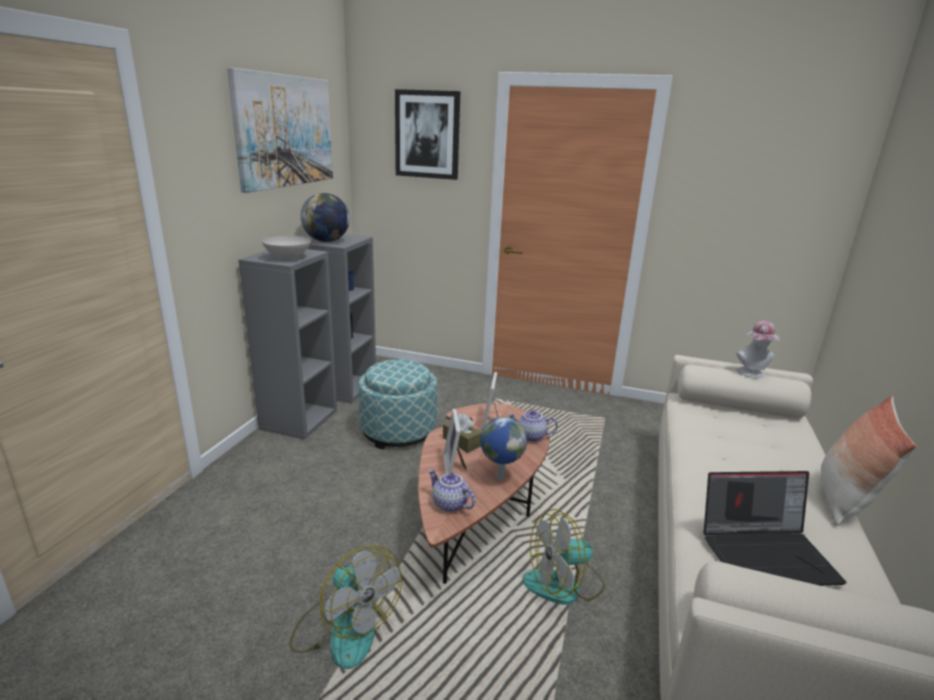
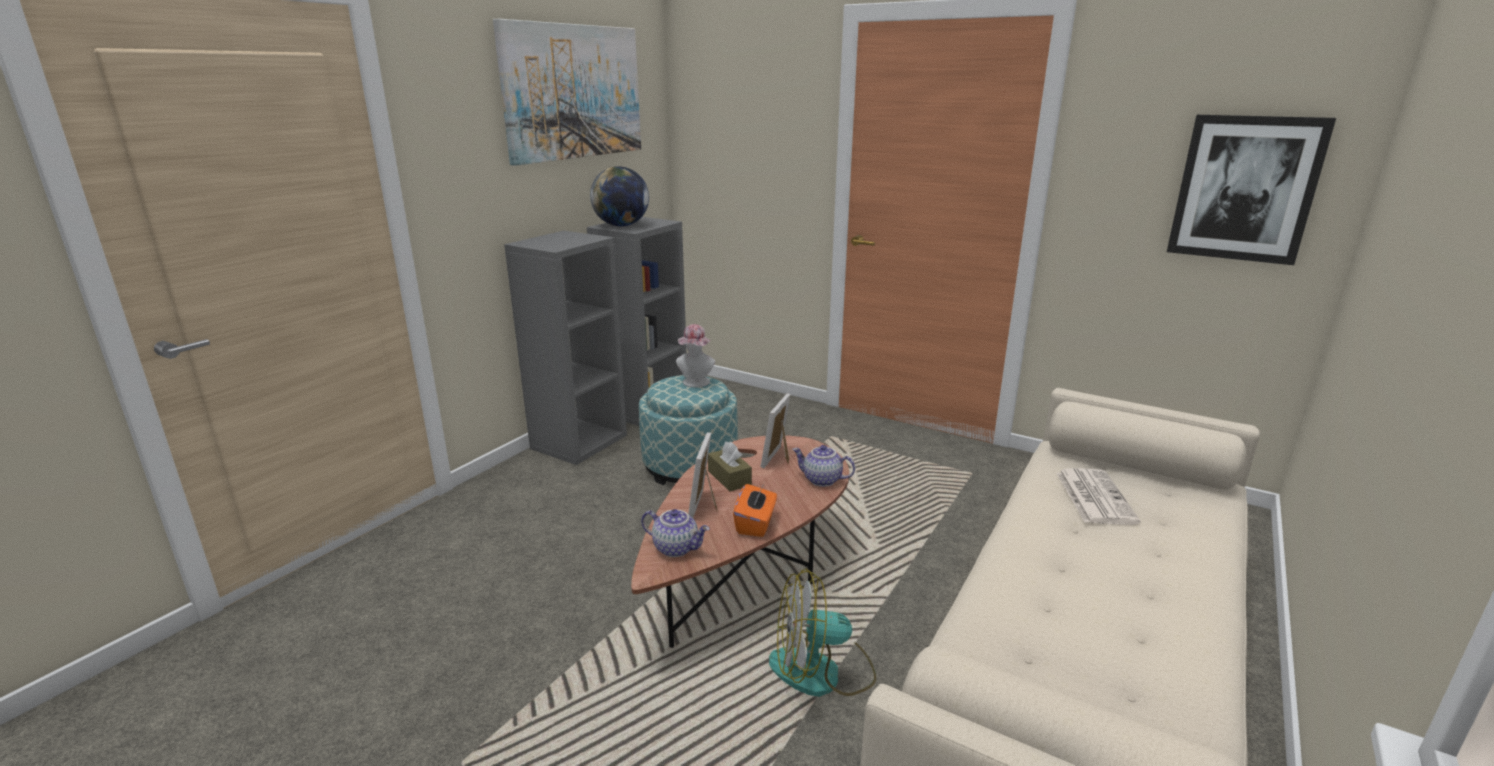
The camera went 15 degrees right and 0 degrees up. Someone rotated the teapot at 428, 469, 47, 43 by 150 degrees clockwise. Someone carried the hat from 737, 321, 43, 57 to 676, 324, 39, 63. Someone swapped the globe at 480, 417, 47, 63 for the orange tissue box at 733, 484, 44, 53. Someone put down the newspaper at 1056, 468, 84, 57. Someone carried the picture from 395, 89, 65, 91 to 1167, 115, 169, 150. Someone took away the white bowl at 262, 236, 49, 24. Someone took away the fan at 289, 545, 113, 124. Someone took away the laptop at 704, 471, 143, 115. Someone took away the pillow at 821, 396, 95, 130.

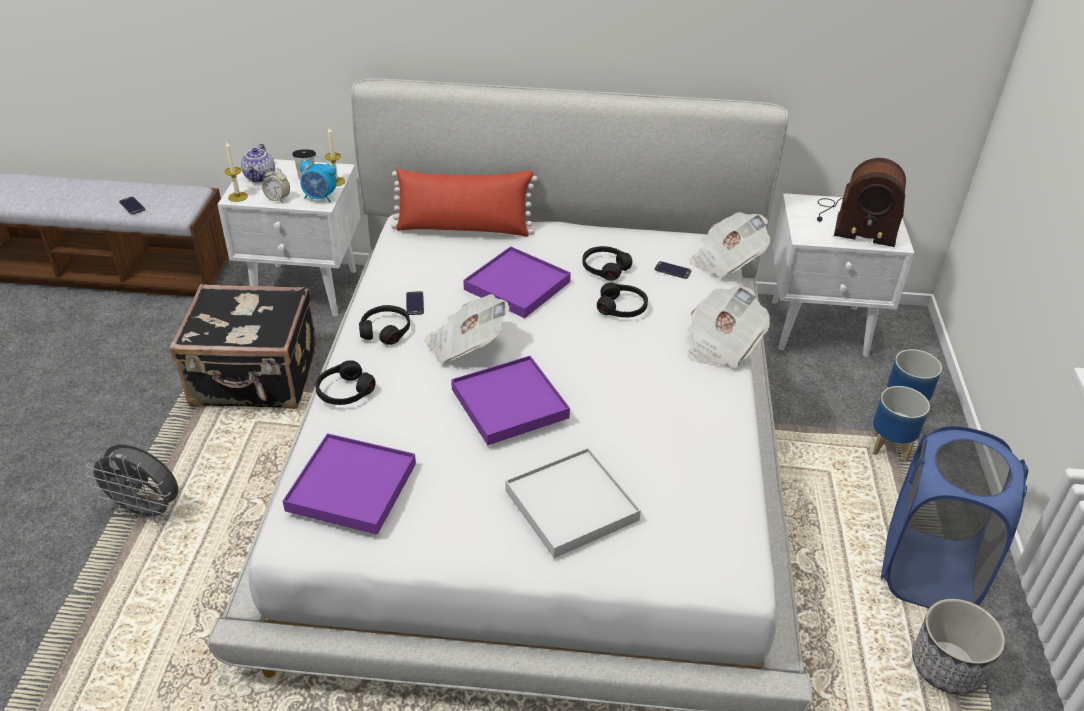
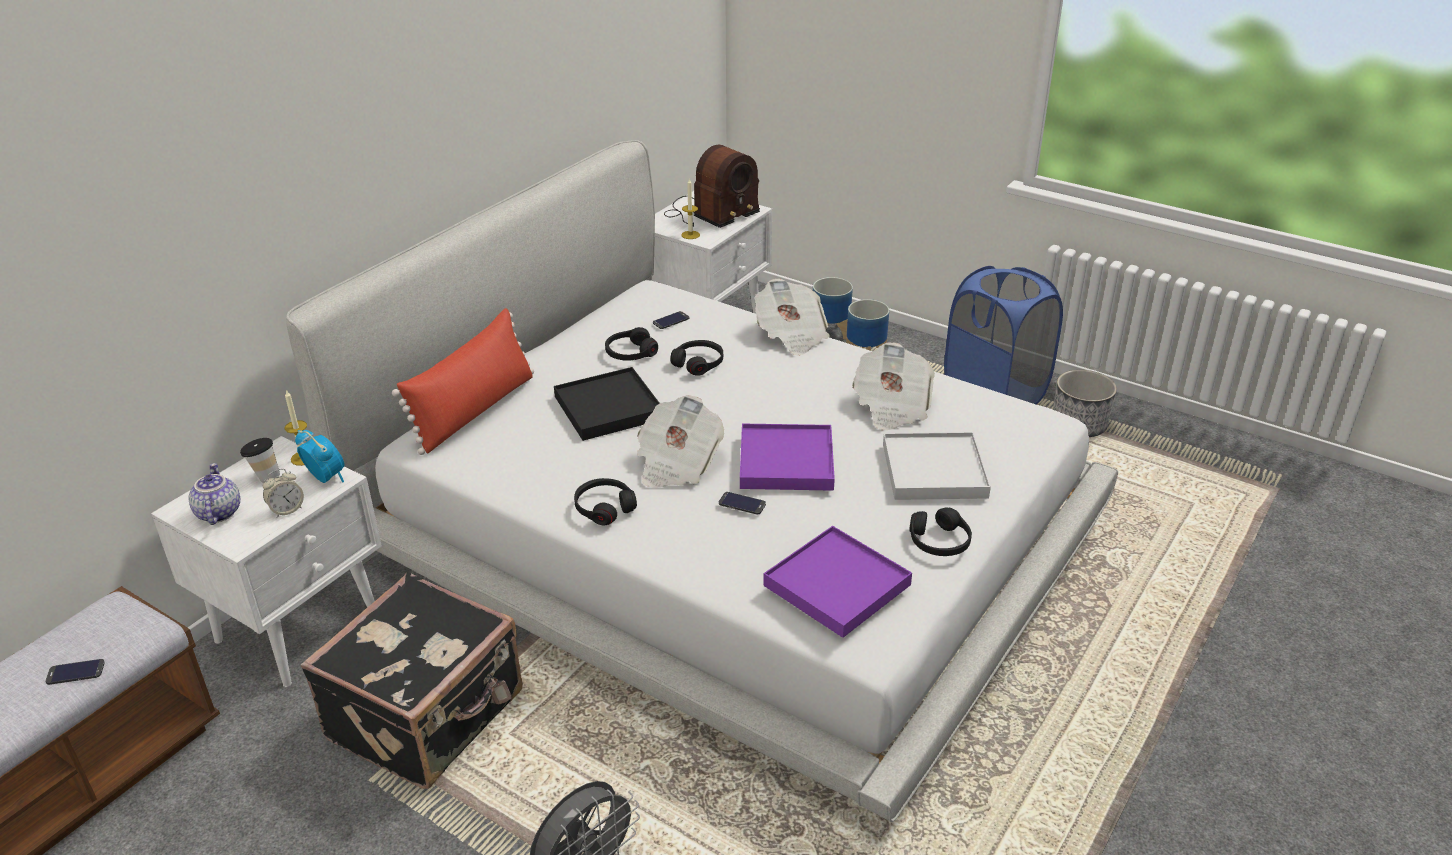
The camera went 60 degrees left and 5 degrees down. Someone rotated the teapot at 241, 144, 34, 38 by 135 degrees counterclockwise. Someone rotated the alarm clock at 300, 156, 37, 47 by 90 degrees counterclockwise. Someone repainted the purple tray at 463, 246, 108, 72, which became the black tray at 554, 367, 106, 74. Someone carried the candle from 224, 142, 24, 60 to 681, 179, 19, 60. Someone carried the phone from 406, 291, 18, 24 to 719, 492, 47, 22. Someone carried the newspaper from 690, 212, 81, 65 to 852, 343, 83, 87. Someone carried the black headphones from 315, 360, 61, 45 to 909, 507, 63, 49.

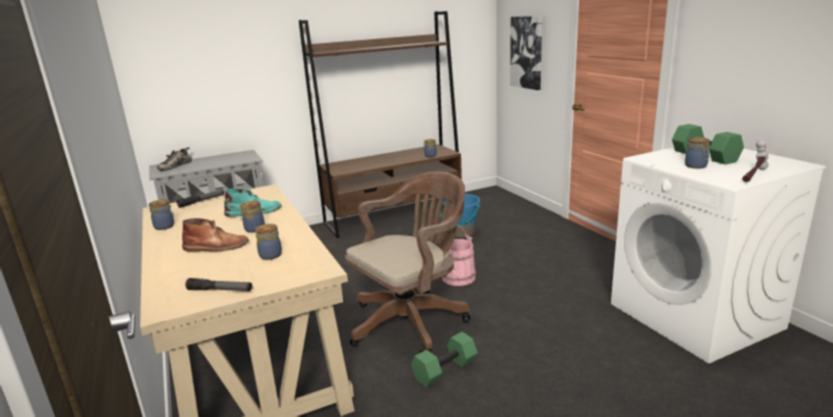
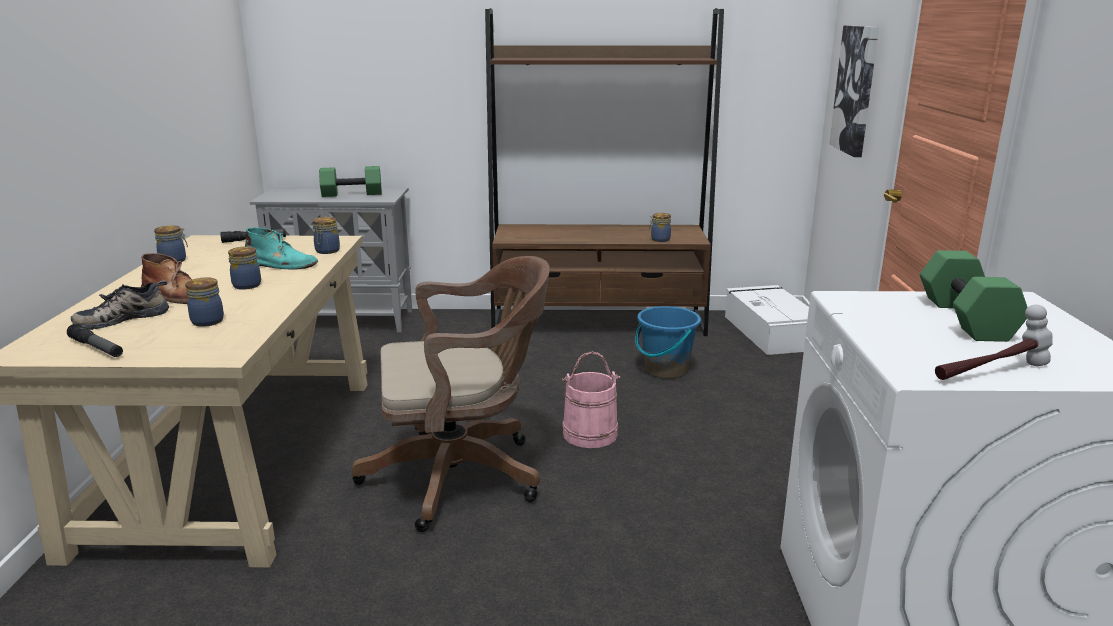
The camera went 25 degrees right and 0 degrees up. Someone carried the shoe from 157, 147, 35, 24 to 71, 280, 98, 50. Someone carried the jar from 685, 137, 25, 32 to 313, 217, 27, 37. Someone carried the green dumbbell from 411, 332, 67, 55 to 319, 166, 63, 31. Someone put down the white storage box at 725, 285, 84, 70.

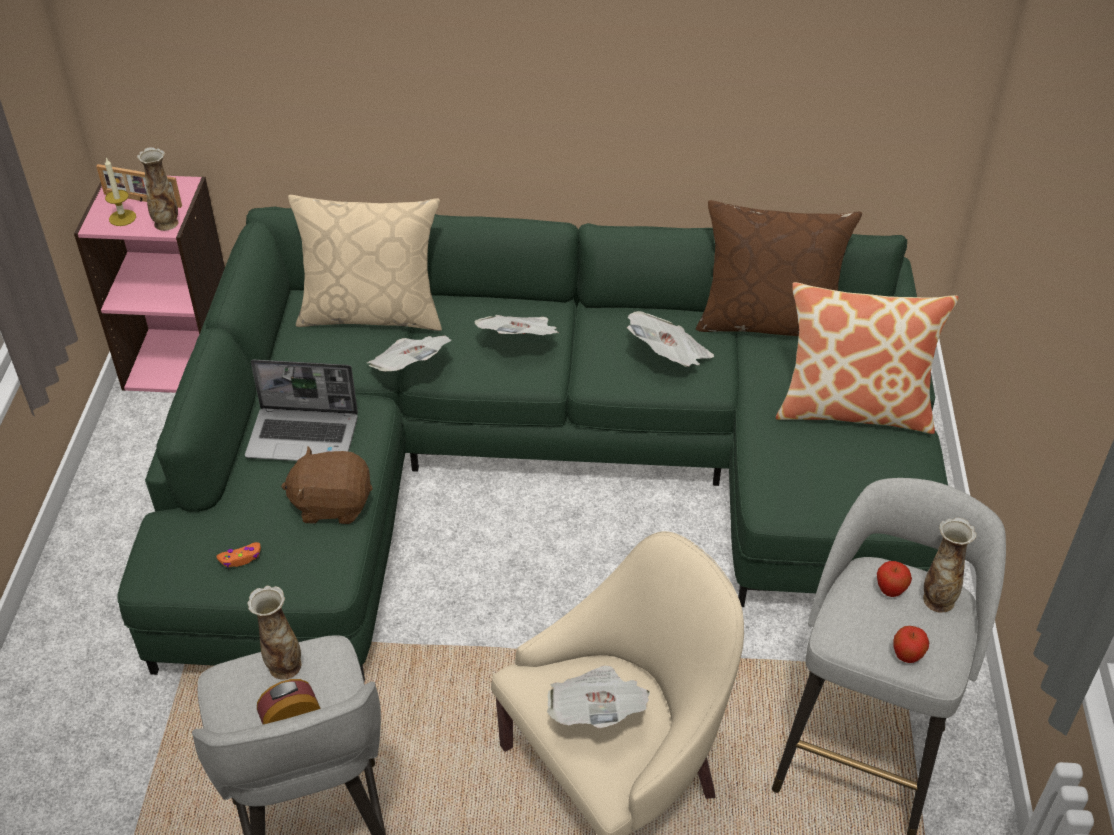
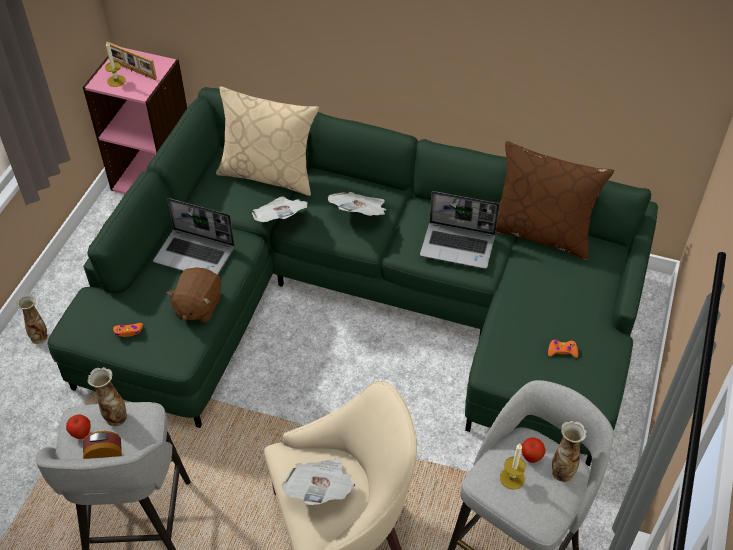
The camera went 15 degrees right and 5 degrees up. Someone carried the vase from 137, 147, 41, 84 to 16, 294, 32, 50. Someone carried the apple from 893, 626, 36, 37 to 66, 414, 25, 25. Someone rotated the brown plush toy at 281, 446, 92, 78 by 90 degrees counterclockwise. Someone swapped the newspaper at 627, 311, 87, 56 for the laptop at 420, 191, 80, 78. Someone put down the candle at 500, 444, 26, 46. Someone put down the orange game controller at 548, 340, 30, 18. Someone took away the pillow at 776, 282, 183, 152.

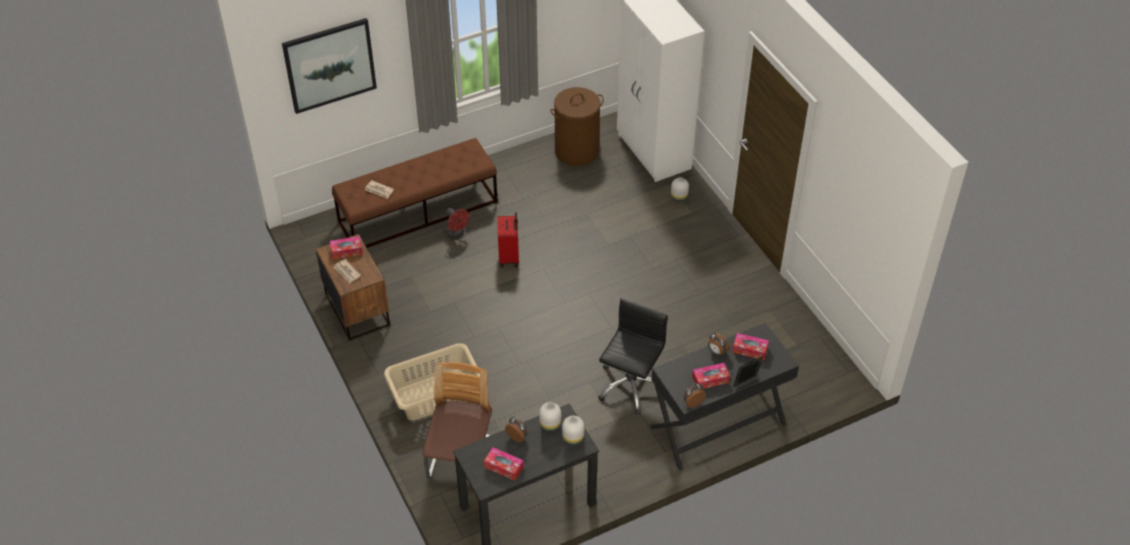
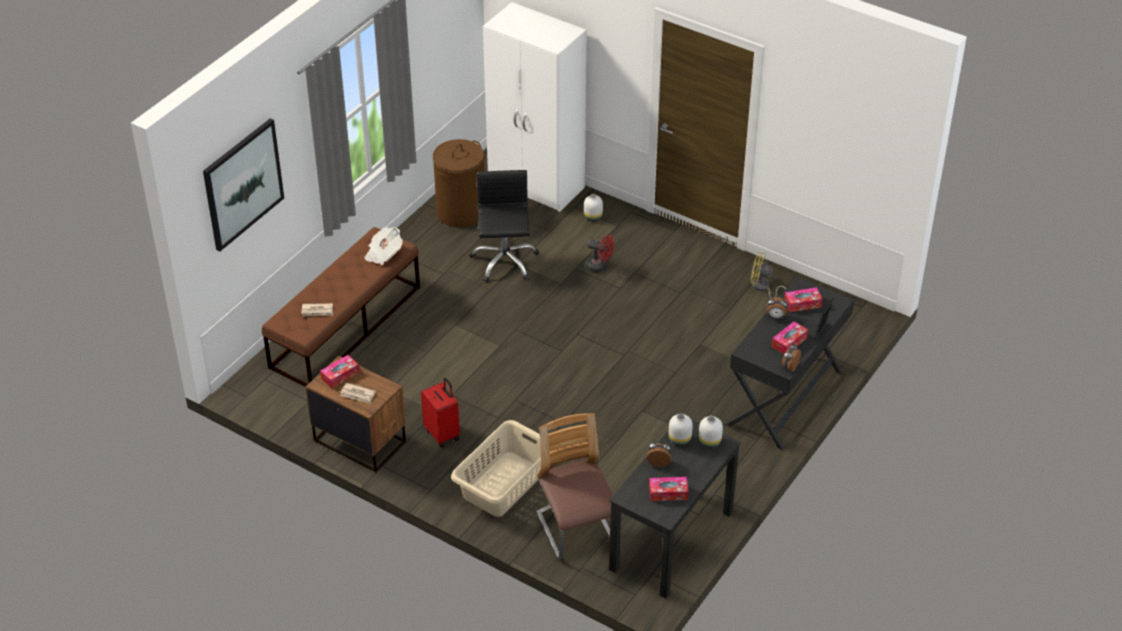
The camera went 30 degrees left and 5 degrees down. Someone put down the newspaper at 364, 227, 39, 38. Someone carried the red suitcase from 497, 212, 22, 55 to 421, 377, 39, 71. Someone carried the black office chair from 598, 298, 70, 117 to 469, 170, 70, 112. Someone carried the red fan from 445, 208, 25, 31 to 586, 235, 28, 37. Someone put down the yellow fan at 750, 252, 36, 47.

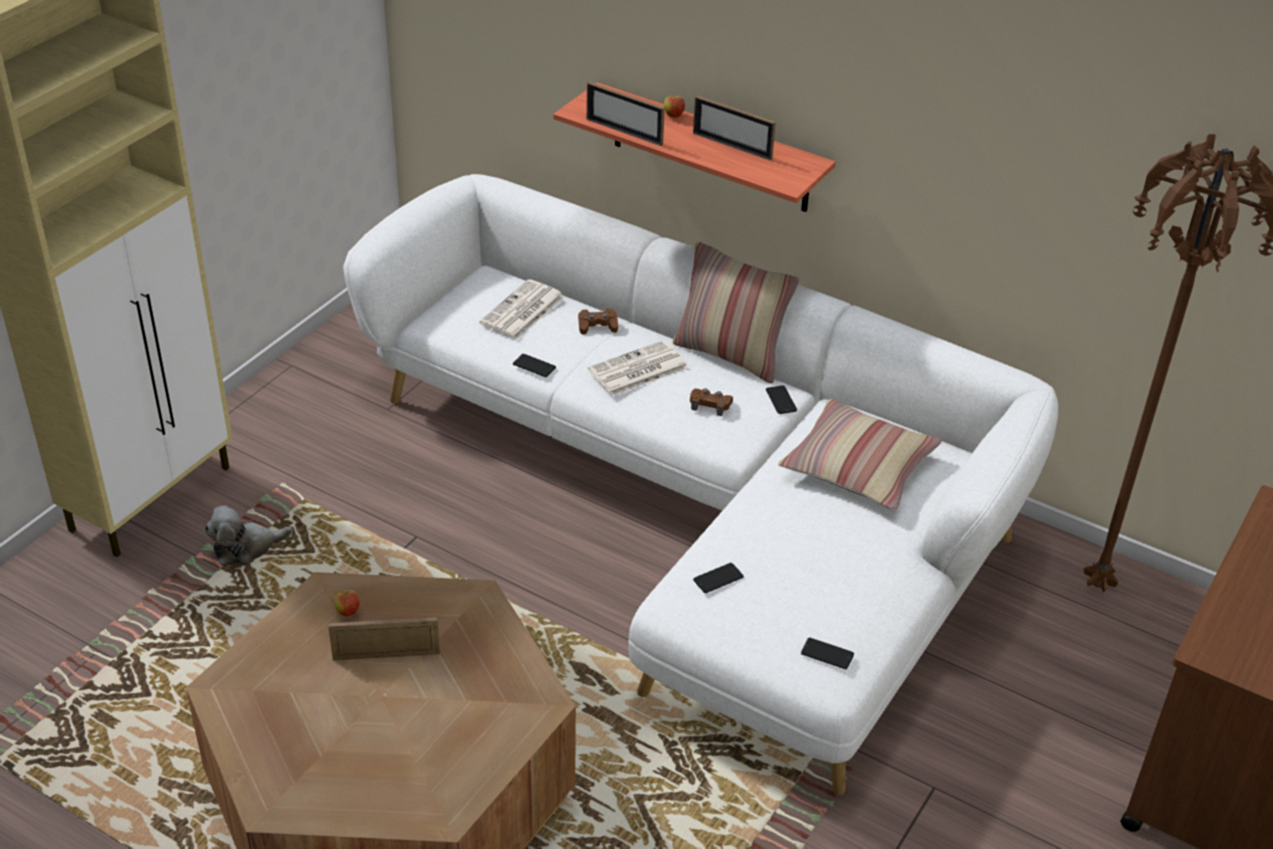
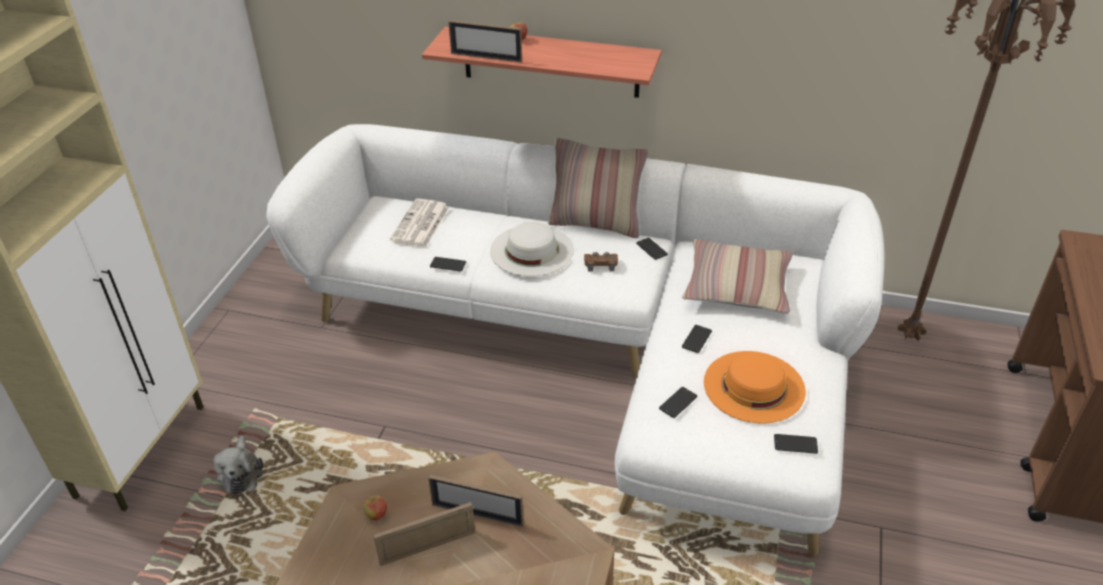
The camera went 15 degrees left and 0 degrees up. Someone rotated the plush toy at 204, 506, 89, 60 by 60 degrees counterclockwise. Someone carried the picture frame from 693, 95, 83, 66 to 428, 475, 96, 52. Someone swapped the newspaper at 588, 340, 100, 56 for the white hat at 490, 222, 84, 54. Someone put down the phone at 682, 325, 30, 28. Someone put down the orange hat at 704, 351, 102, 72. Someone took away the brown game controller at 578, 308, 40, 27.

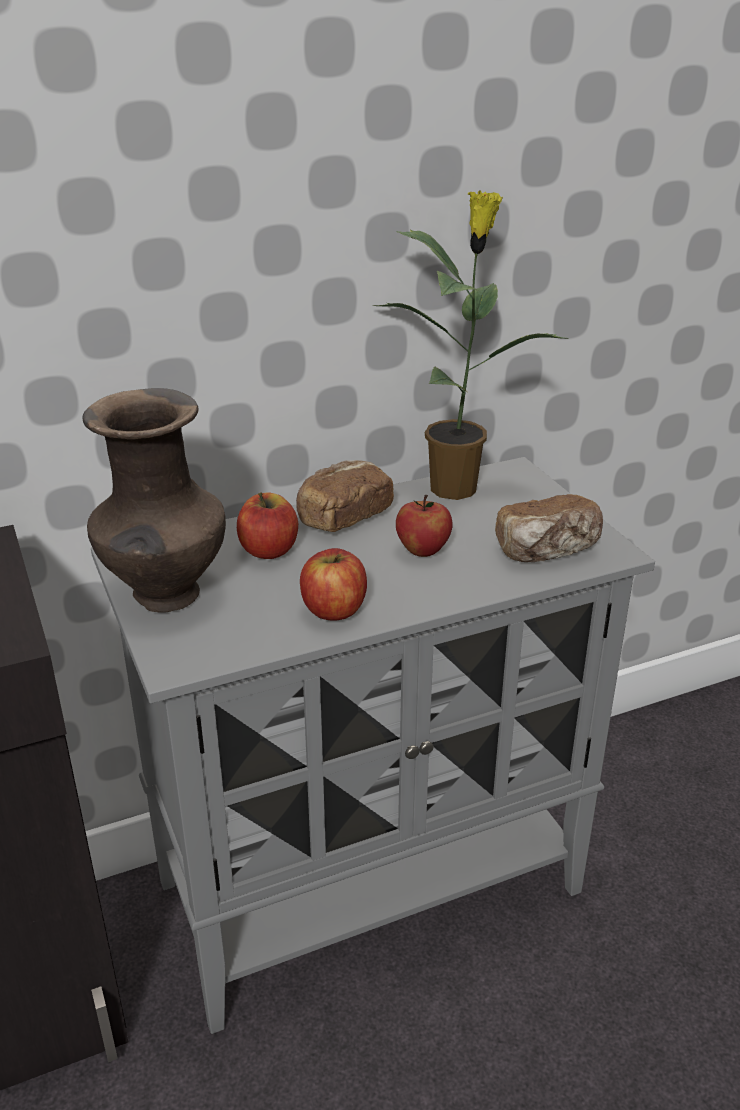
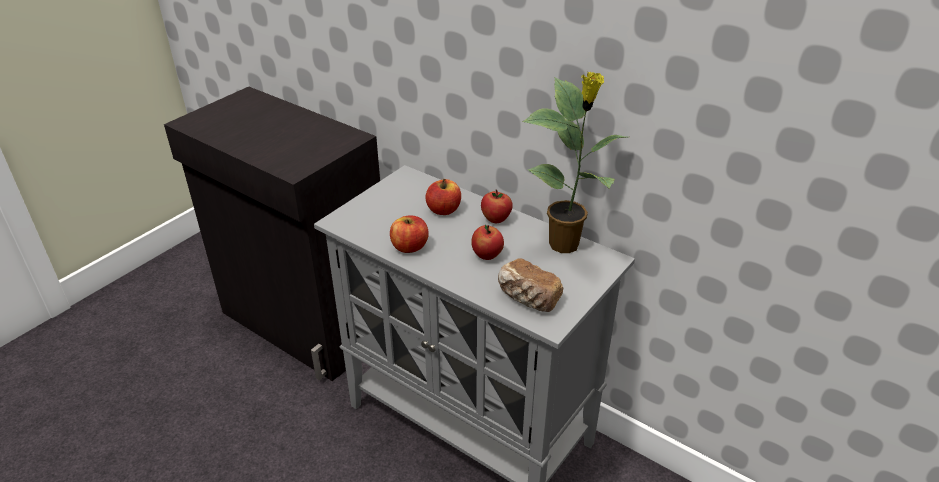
The camera went 60 degrees right and 5 degrees up. Someone swapped the bread at 296, 460, 98, 72 for the apple at 481, 190, 31, 33. Someone took away the brown vase at 82, 388, 144, 225.

